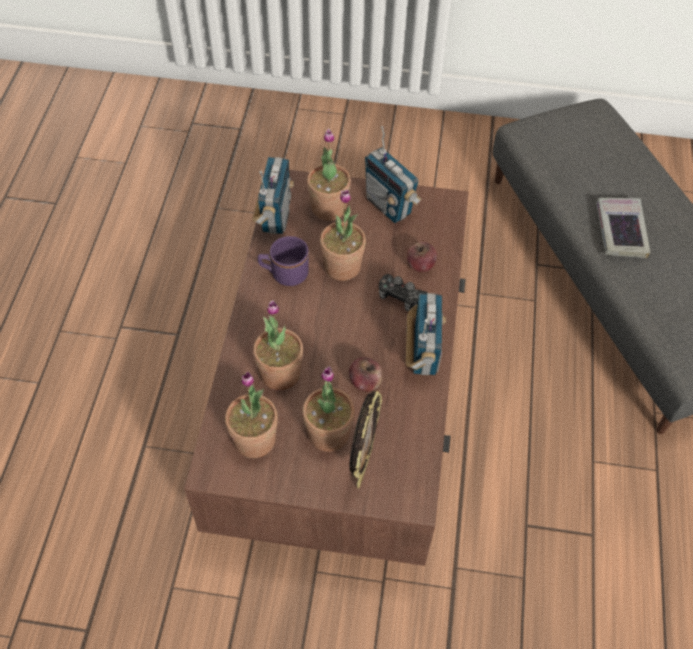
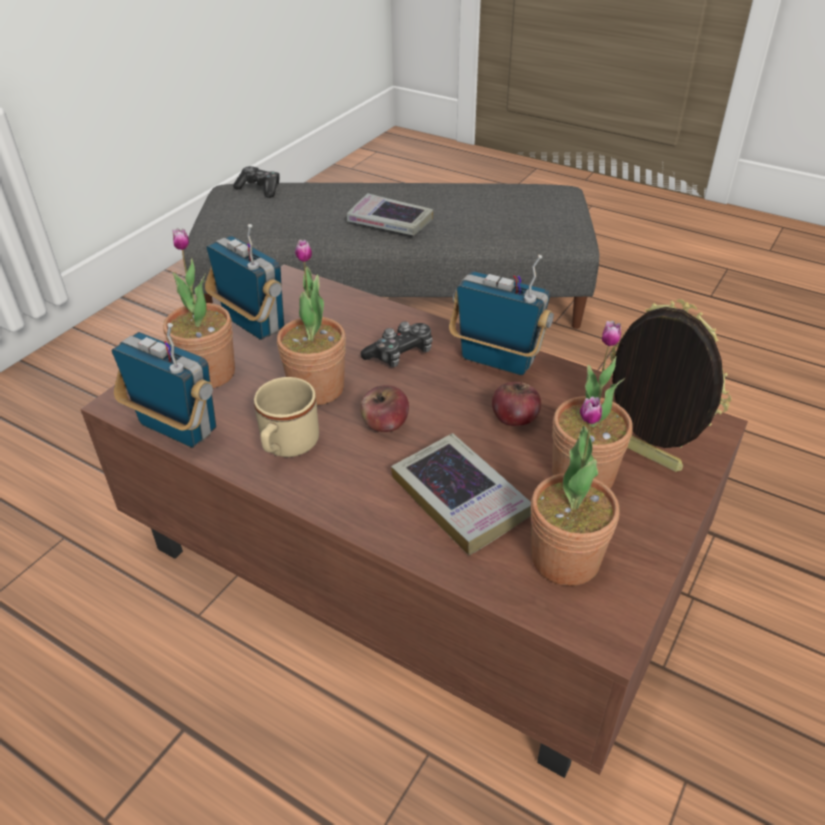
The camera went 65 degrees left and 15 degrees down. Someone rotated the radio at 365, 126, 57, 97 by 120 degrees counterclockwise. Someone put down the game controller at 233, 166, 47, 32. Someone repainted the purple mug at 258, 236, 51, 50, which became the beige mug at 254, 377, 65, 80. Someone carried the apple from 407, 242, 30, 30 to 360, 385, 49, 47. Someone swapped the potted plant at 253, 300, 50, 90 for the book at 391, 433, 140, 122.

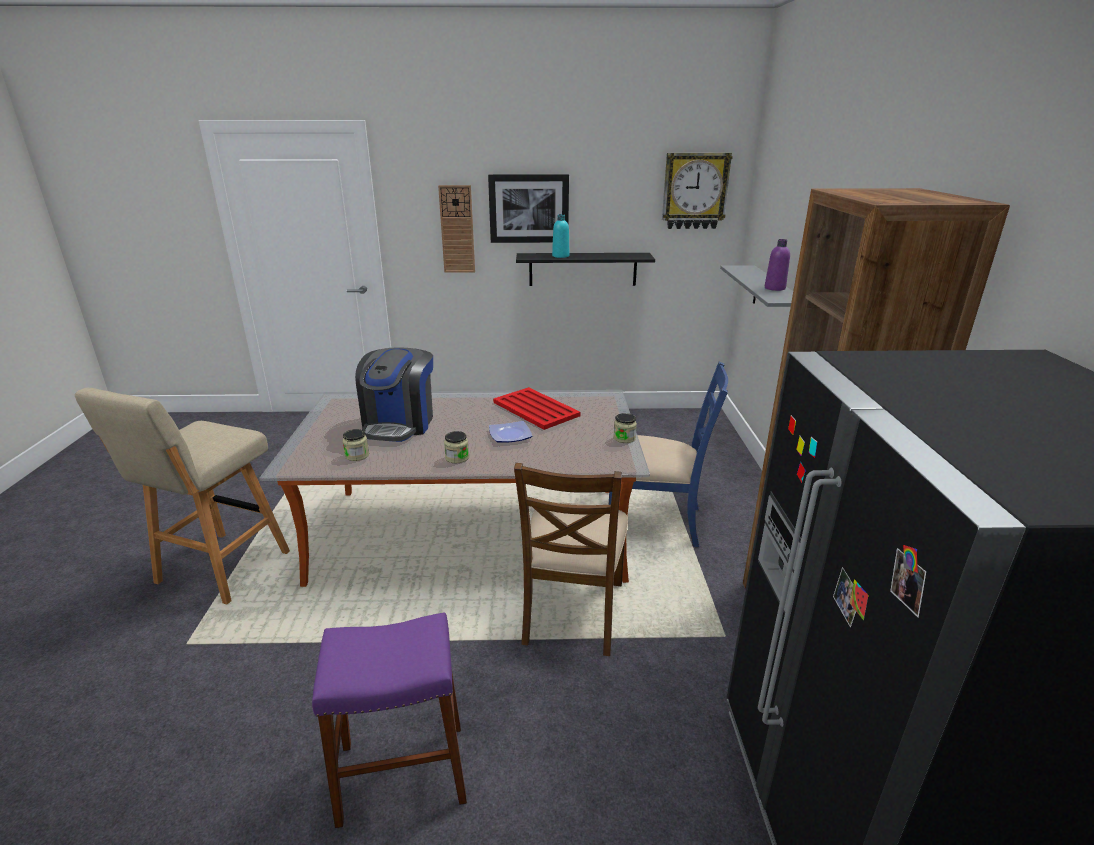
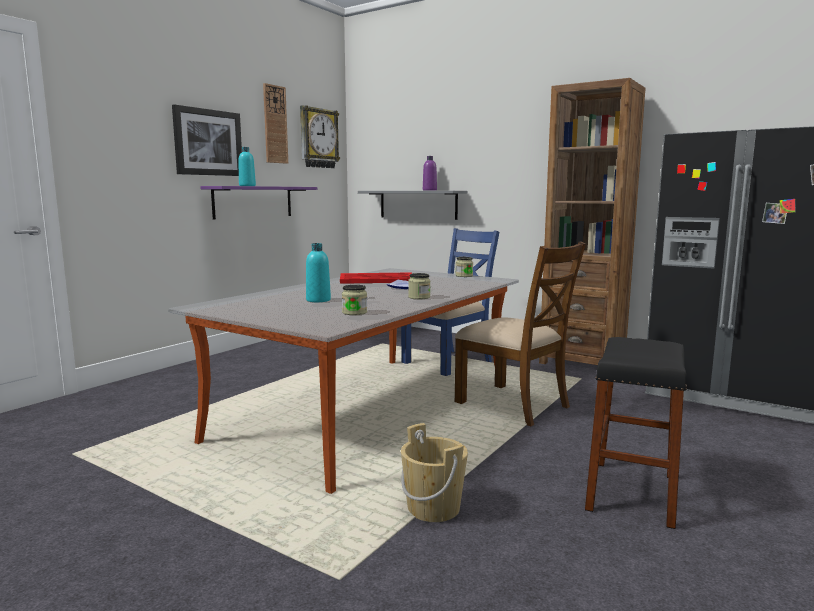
The camera went 55 degrees left and 15 degrees down. Someone repainted the black shelf at 516, 253, 139, 33, which became the purple shelf at 200, 186, 118, 34. Someone carried the wall clock from 438, 185, 37, 88 to 263, 83, 25, 81. Someone swapped the coffee machine at 355, 347, 78, 95 for the turquoise bottle at 306, 243, 25, 59. Someone put down the beige bucket at 401, 423, 67, 99. Someone repainted the purple stool at 312, 612, 155, 216, which became the black stool at 585, 337, 102, 192. Someone took away the beige stool at 75, 388, 215, 216.

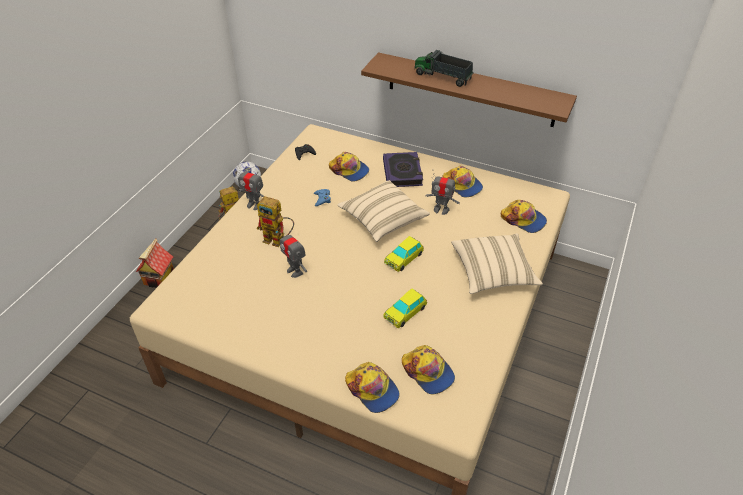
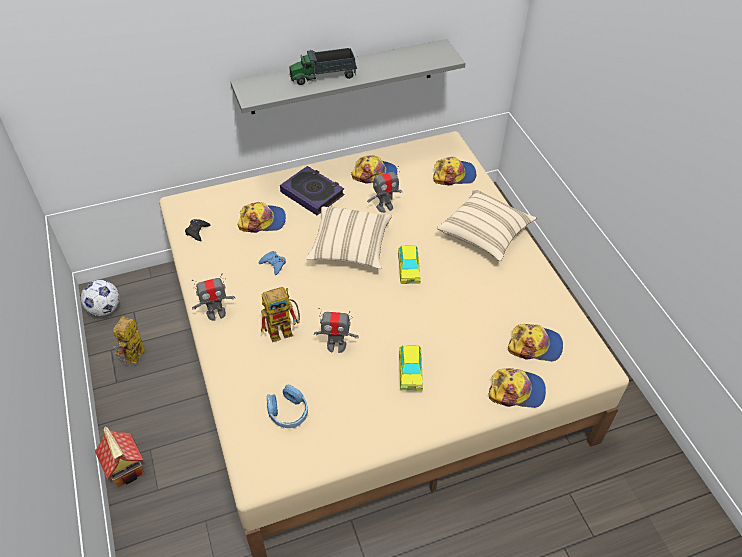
The camera went 45 degrees left and 5 degrees up. Someone repainted the brown shelf at 361, 52, 216, 75, which became the grey shelf at 230, 39, 236, 75. Someone put down the blue headphones at 267, 385, 41, 43. Someone carried the toy car from 383, 288, 44, 40 to 399, 345, 24, 46.

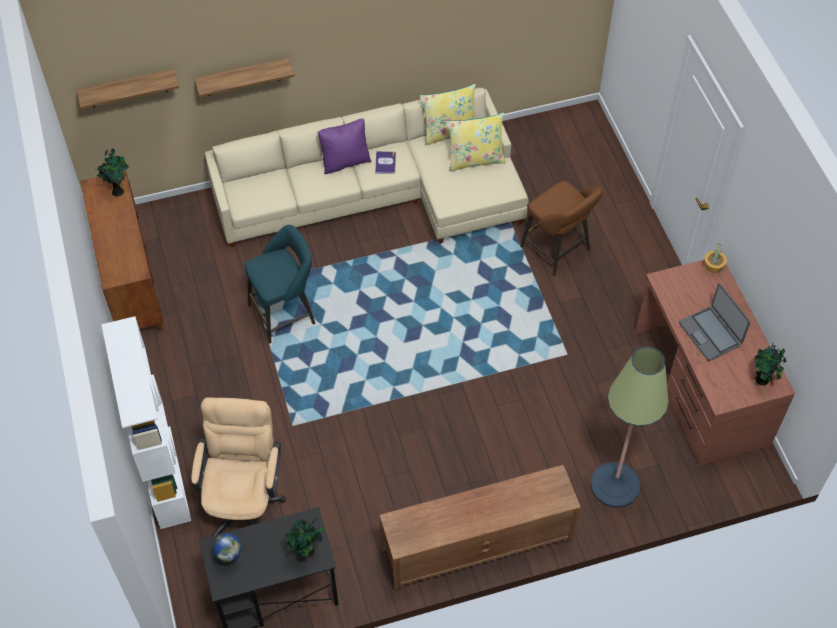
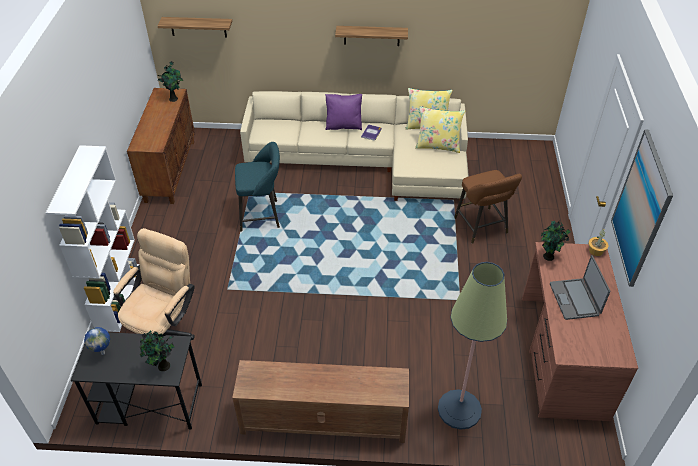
The camera went 20 degrees right and 10 degrees down. Someone carried the shelf from 194, 58, 100, 39 to 335, 26, 73, 20. Someone carried the potted plant from 755, 344, 31, 42 to 541, 220, 29, 41. Someone put up the picture at 611, 130, 62, 157.

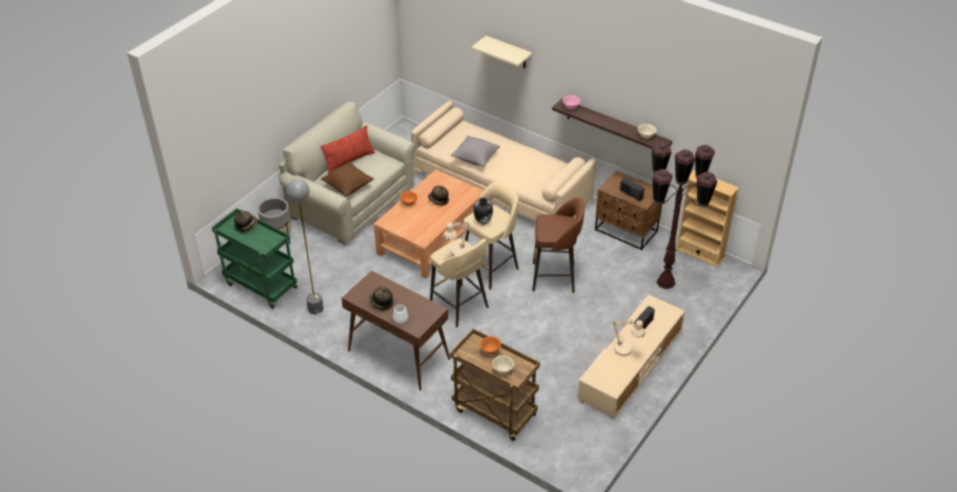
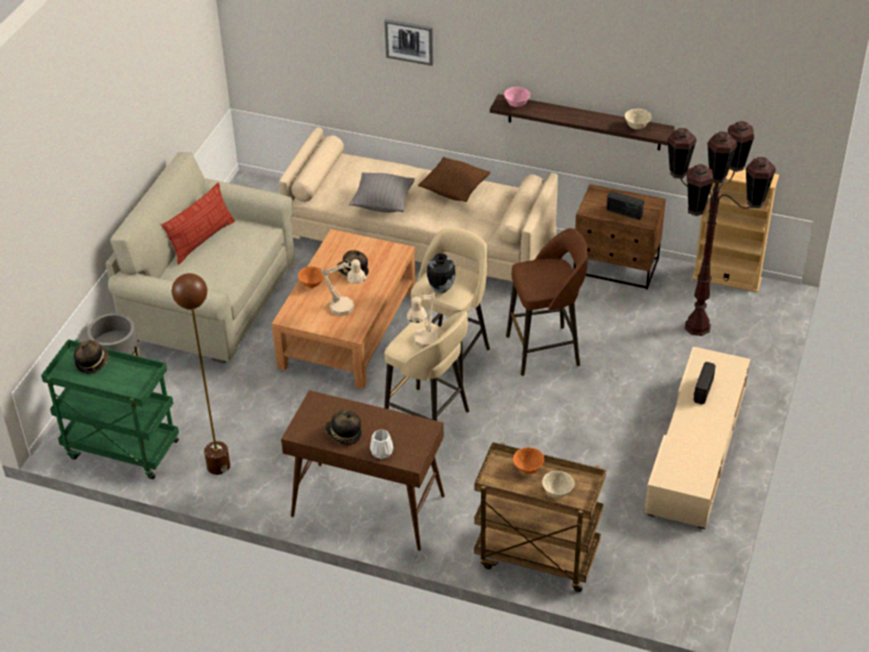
The camera went 15 degrees left and 0 degrees up. Someone repainted the grey floor lamp at 286, 179, 38, 135, which became the brown floor lamp at 172, 273, 58, 202. Someone carried the beige table lamp from 612, 319, 33, 37 to 321, 259, 45, 57. Someone swapped the beige shelf at 471, 36, 62, 32 for the picture at 384, 19, 49, 47. Someone carried the brown pillow from 321, 162, 53, 35 to 418, 157, 73, 45.

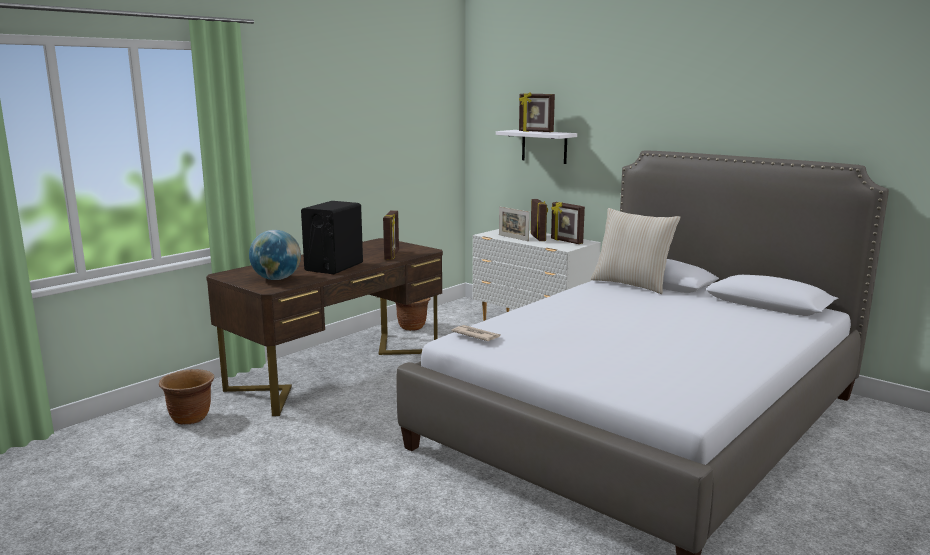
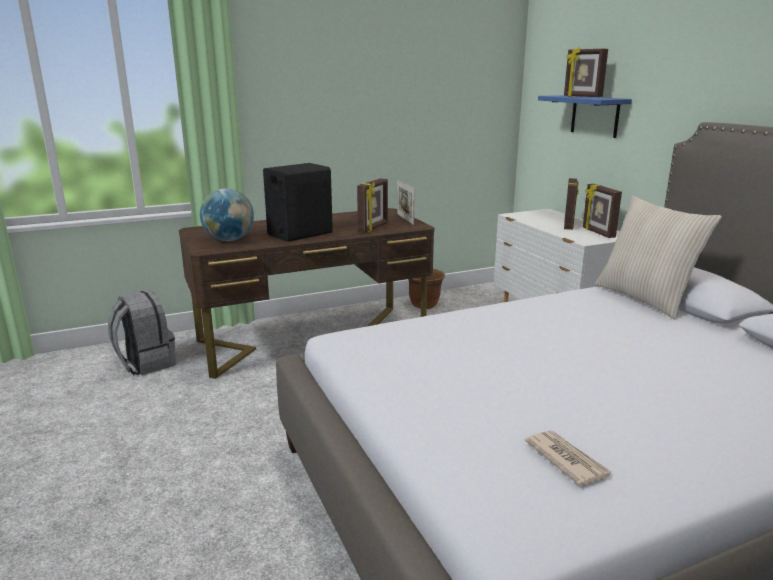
The camera went 25 degrees right and 5 degrees up. Someone swapped the brown planter at 159, 369, 55, 55 for the grey backpack at 108, 290, 68, 85. Someone carried the picture frame from 499, 206, 31, 35 to 397, 180, 18, 45. Someone carried the newspaper from 451, 325, 50, 16 to 525, 430, 86, 56. Someone repainted the white shelf at 496, 130, 81, 34, which became the blue shelf at 538, 95, 94, 43.

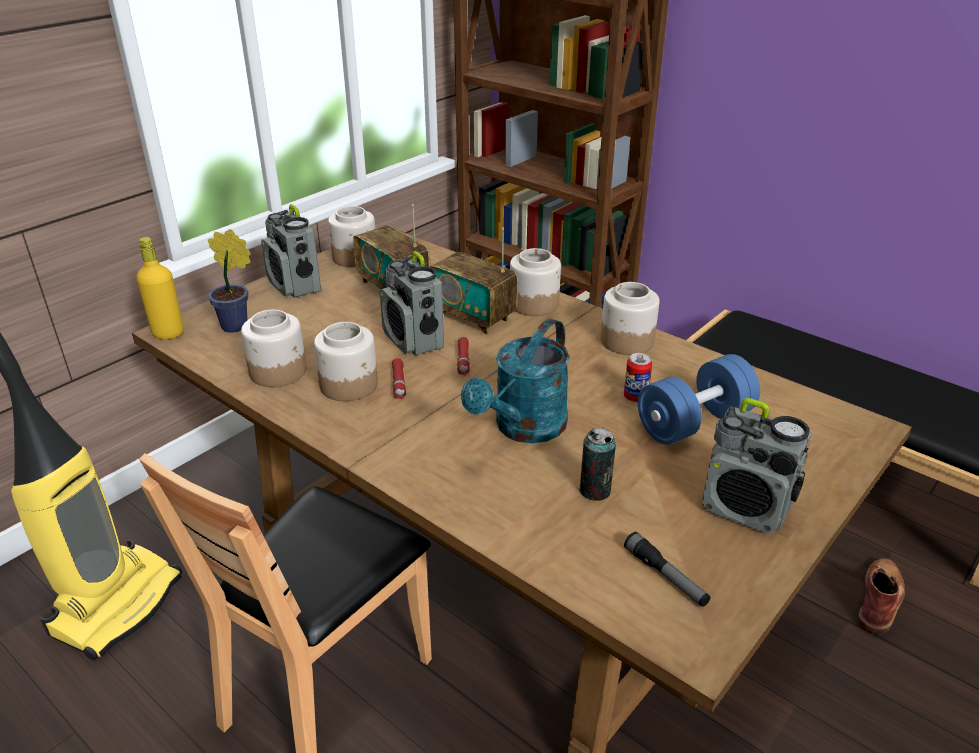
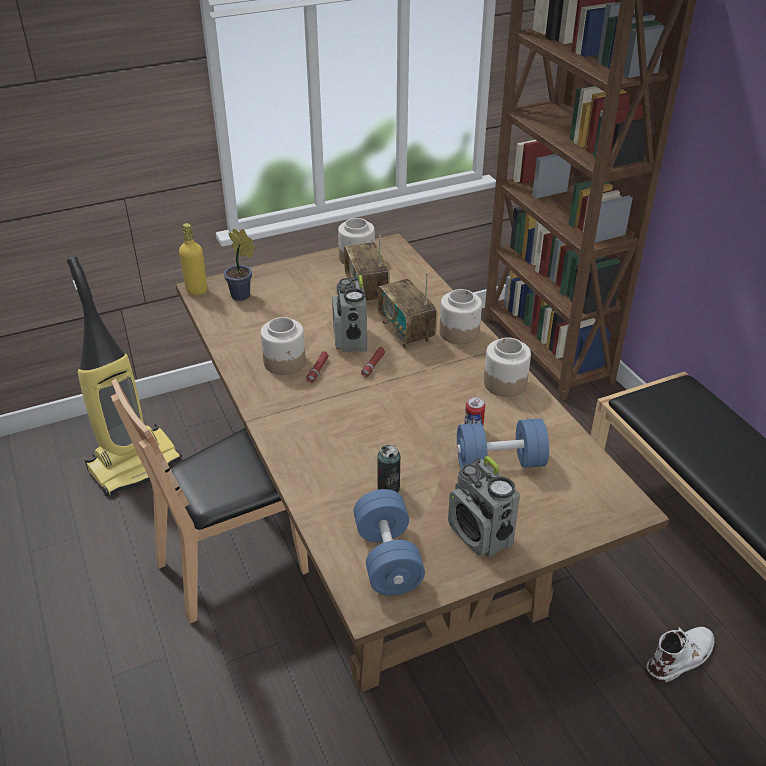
The camera went 25 degrees right and 5 degrees up. Someone swapped the flashlight at 624, 532, 87, 75 for the blue dumbbell at 354, 489, 71, 107. Someone repainted the brown boot at 858, 558, 47, 76, which became the white boot at 645, 627, 69, 56. Someone took away the jar at 241, 310, 66, 77. Someone took away the radio at 261, 204, 60, 94. Someone took away the turquoise watering can at 461, 318, 109, 125.

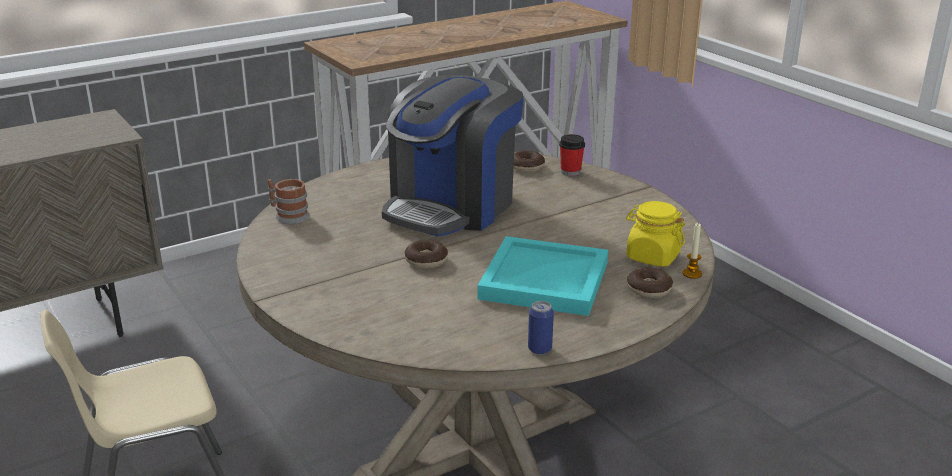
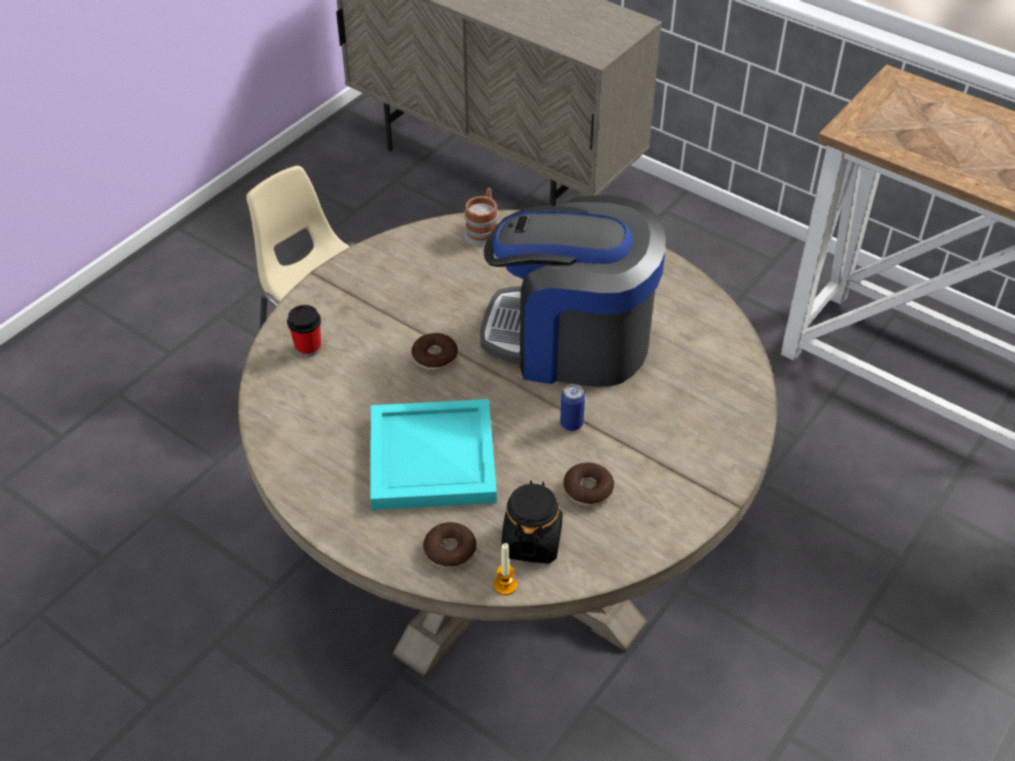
The camera went 70 degrees right and 20 degrees up. Someone carried the cup from 559, 134, 26, 42 to 287, 305, 34, 52. Someone repainted the yellow jar at 626, 201, 59, 66, which became the black jar at 502, 480, 61, 84. Someone carried the can from 528, 301, 26, 54 to 560, 384, 25, 47. Someone carried the donut from 514, 150, 31, 22 to 563, 463, 51, 44.

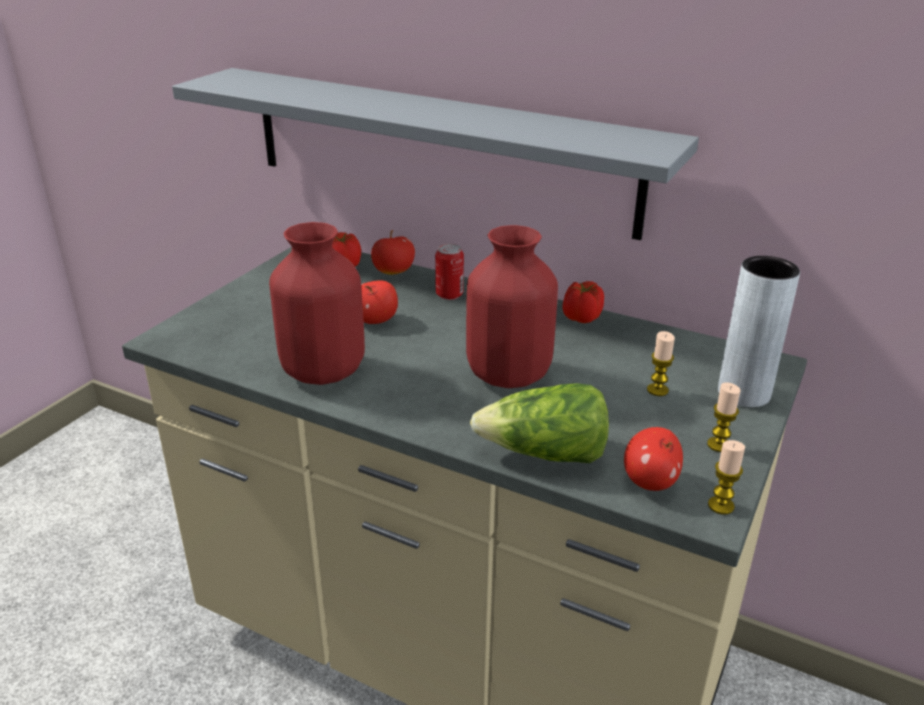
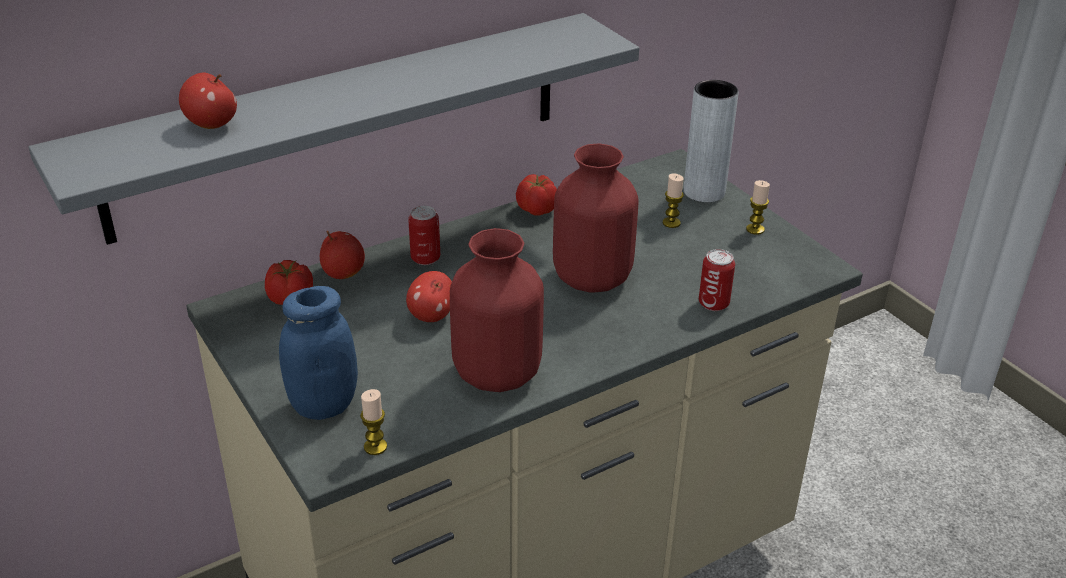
The camera went 60 degrees left and 5 degrees up. Someone carried the apple from 624, 427, 59, 64 to 179, 72, 58, 57. Someone put down the blue jar at 279, 286, 79, 134. Someone carried the candle from 708, 440, 37, 75 to 360, 389, 27, 66. Someone swapped the lettuce at 470, 383, 139, 80 for the can at 699, 249, 36, 62.

